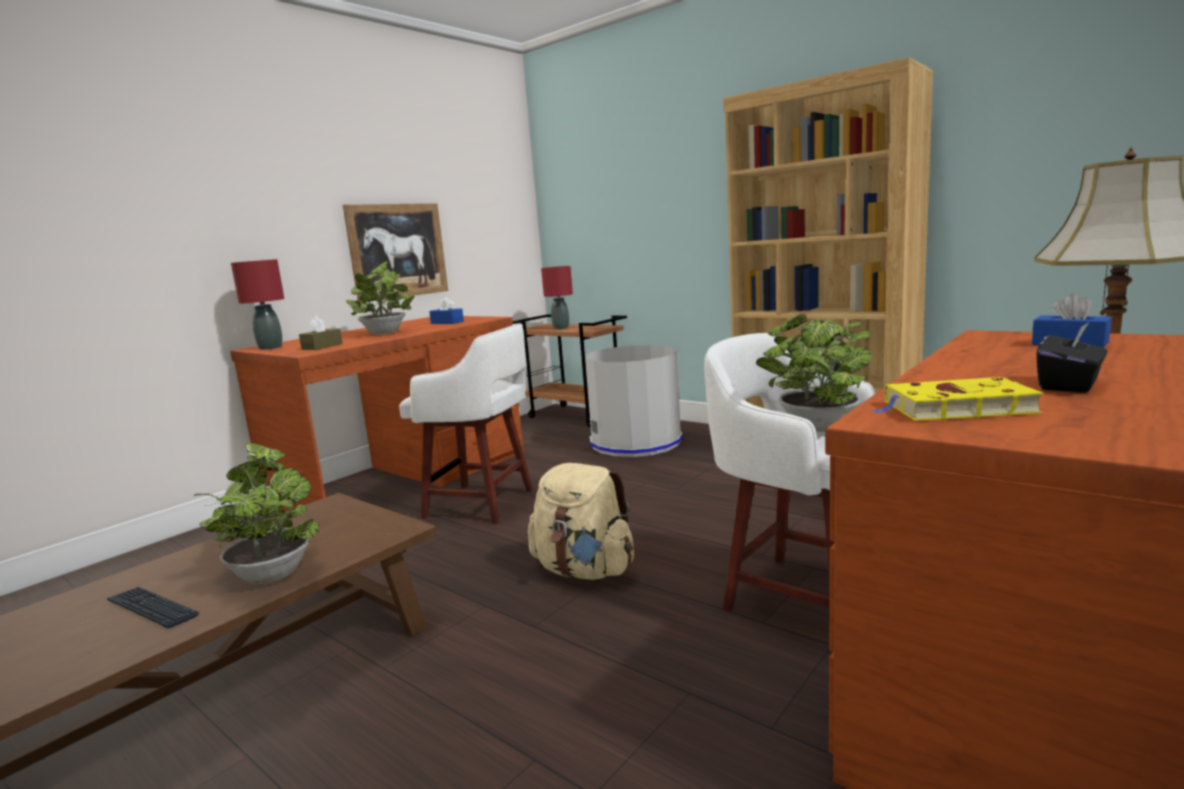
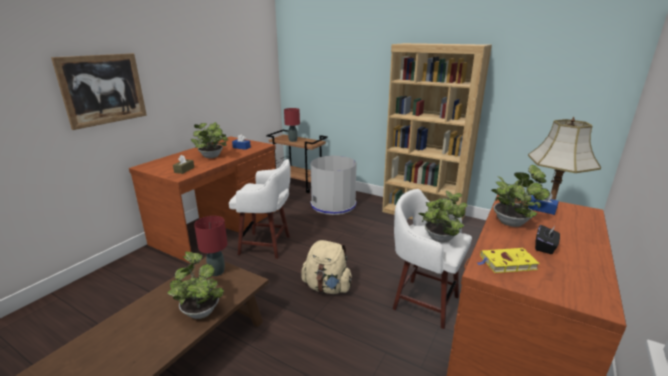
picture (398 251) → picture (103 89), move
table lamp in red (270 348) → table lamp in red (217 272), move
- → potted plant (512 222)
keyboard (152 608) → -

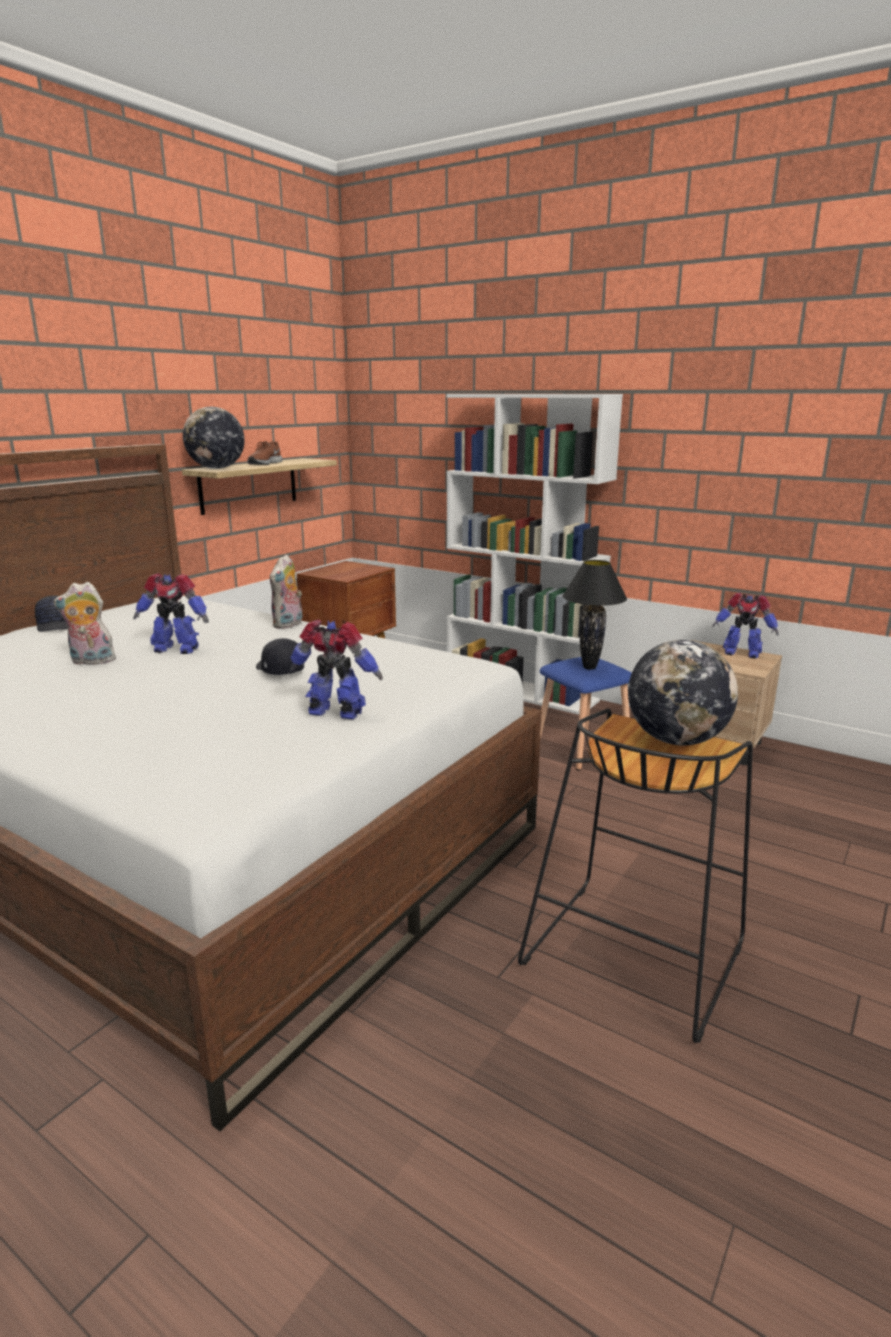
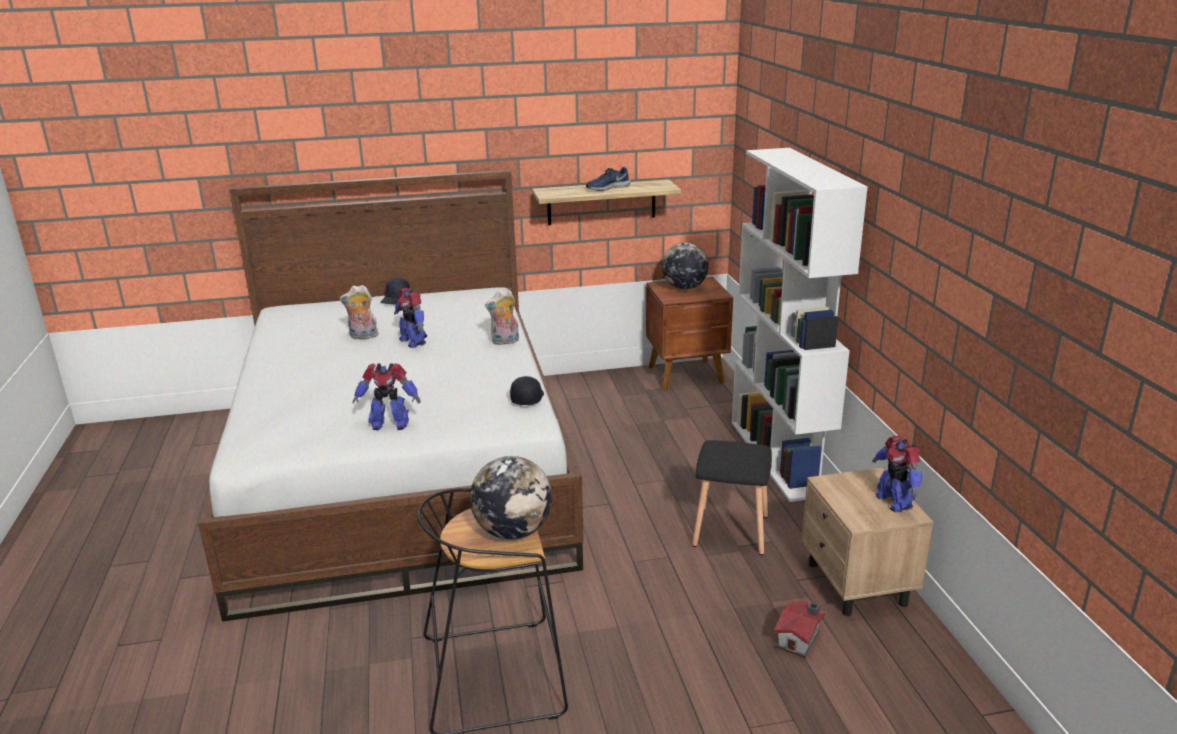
plush toy (91 662) → plush toy (363 336), 45 degrees counterclockwise
toy robot (336 713) → toy robot (389 424), 120 degrees clockwise
cap in black (279 669) → cap in black (527 398), move
shoe in brown (264 463) → shoe in blue (607 188)
globe (216 468) → globe (684 288), move
stool in blue (581 749) → stool in black (729 531)
- → toy house (800 639)
table lamp in black (589 667) → -

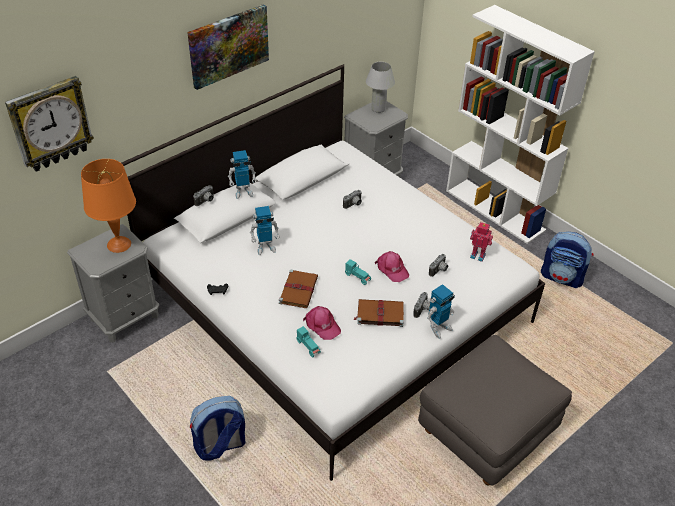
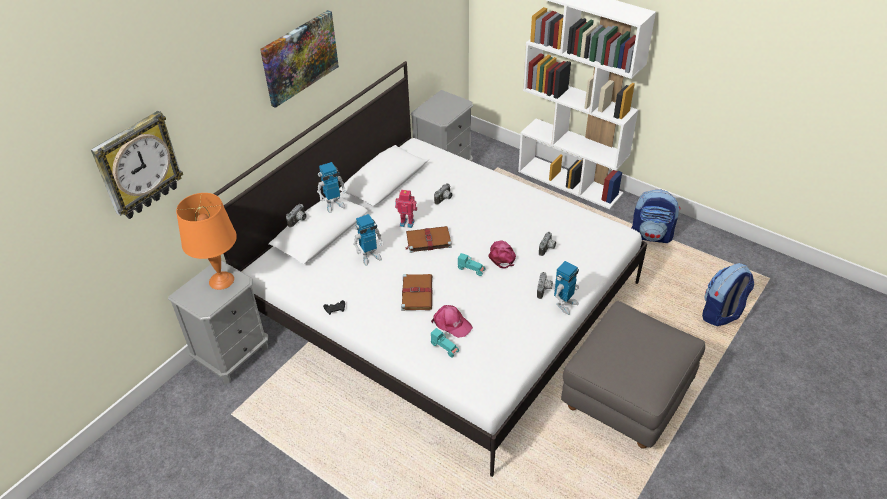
toy robot (478 255) → toy robot (407 222), move
book in brown (379 314) → book in brown (427 240), move
cap in pink (392 269) → cap in pink (502 256), 135 degrees counterclockwise
backpack (220 446) → backpack (721 314), move
table lamp in white (378 109) → -

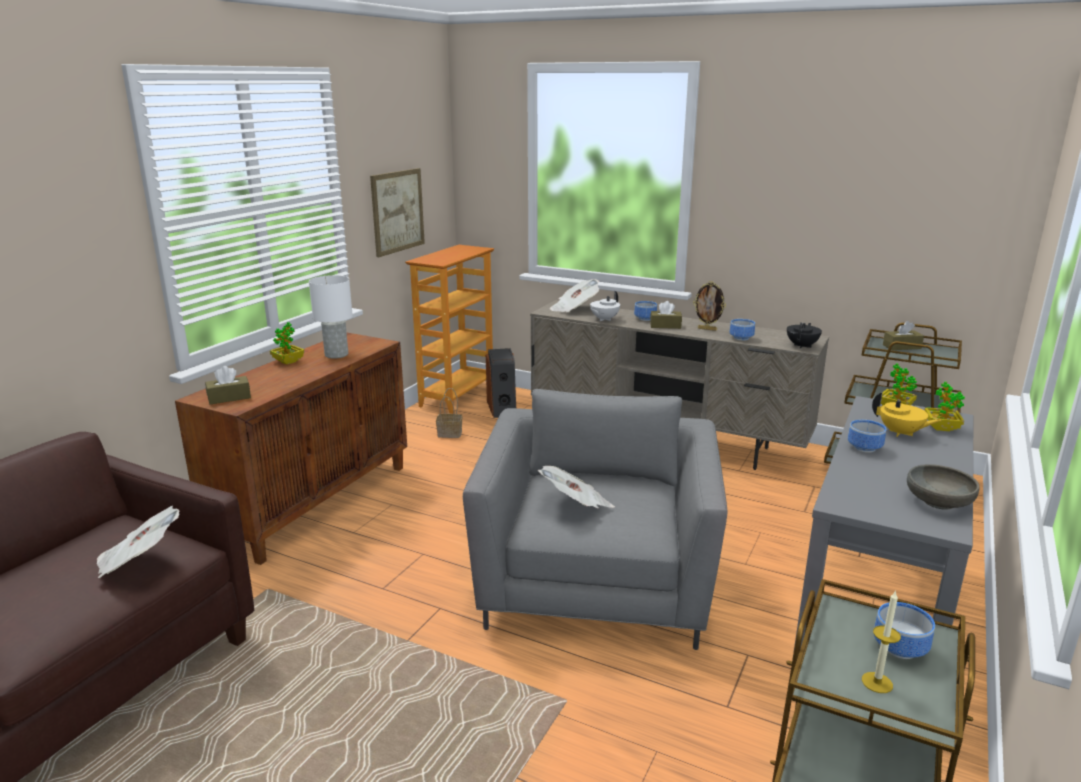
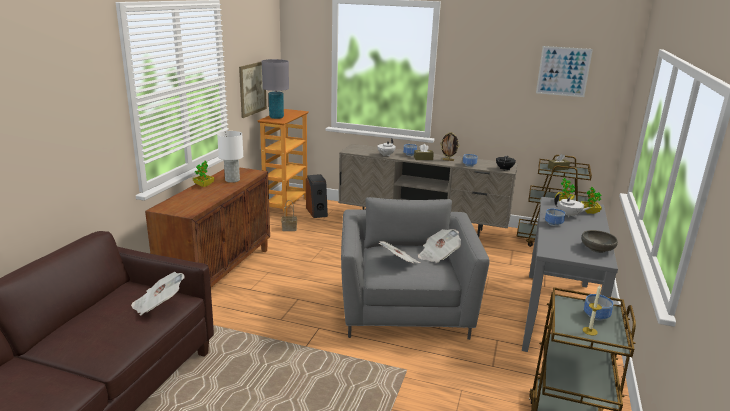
- → table lamp in grey (276 117)
newspaper (574 309) → newspaper (438 255), move
- → picture (563 71)
teapot in yellow (900 433) → teapot in white (570 215)
tissue box in brown (229 398) → -

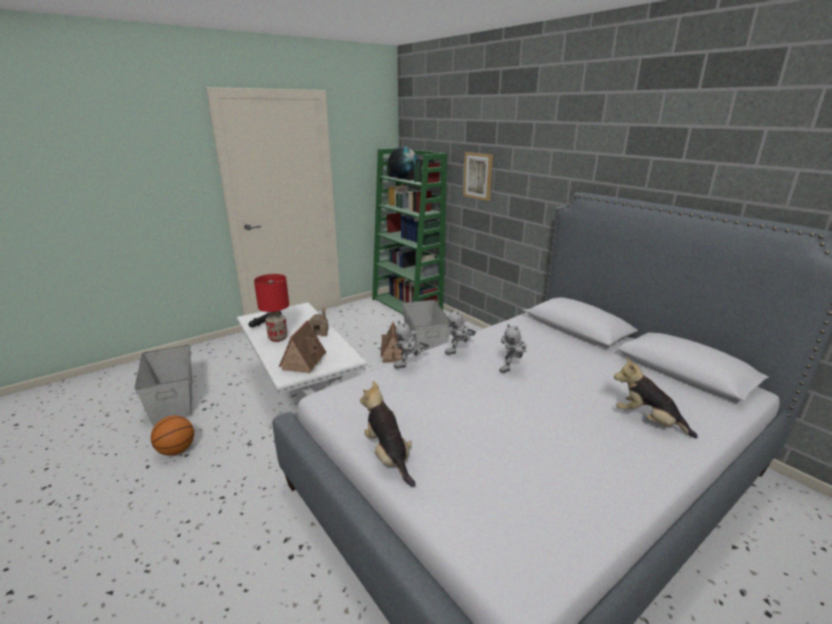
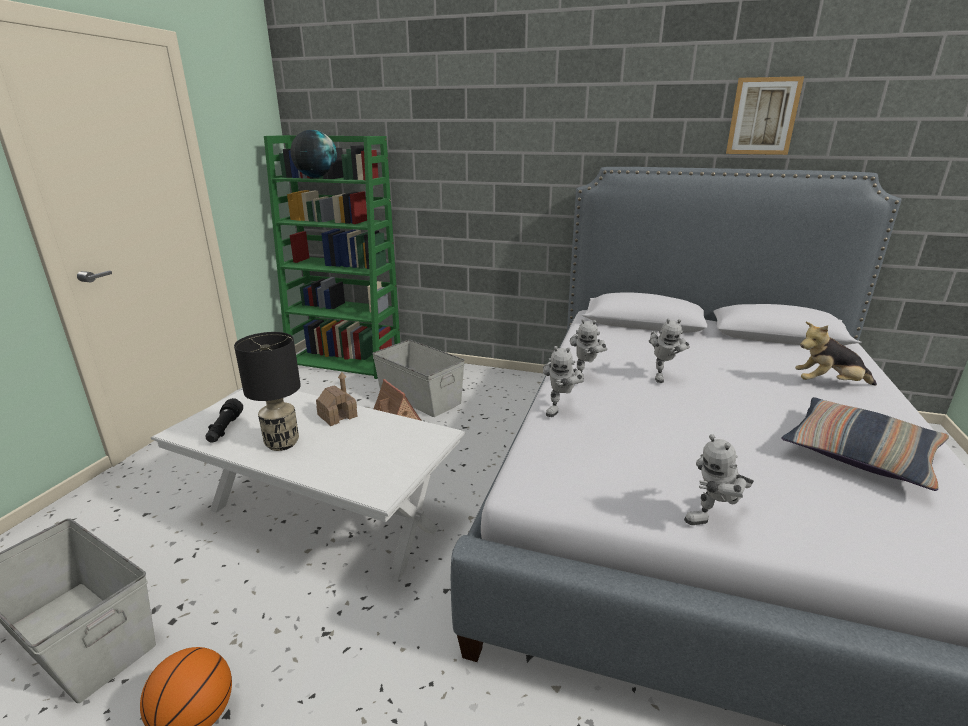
table lamp in red (277 338) → table lamp in black (281 443)
plush toy (388 456) → toy robot (715 520)
picture (478 176) → picture (762 116), move
- → pillow (860 453)
toy house (304 361) → -

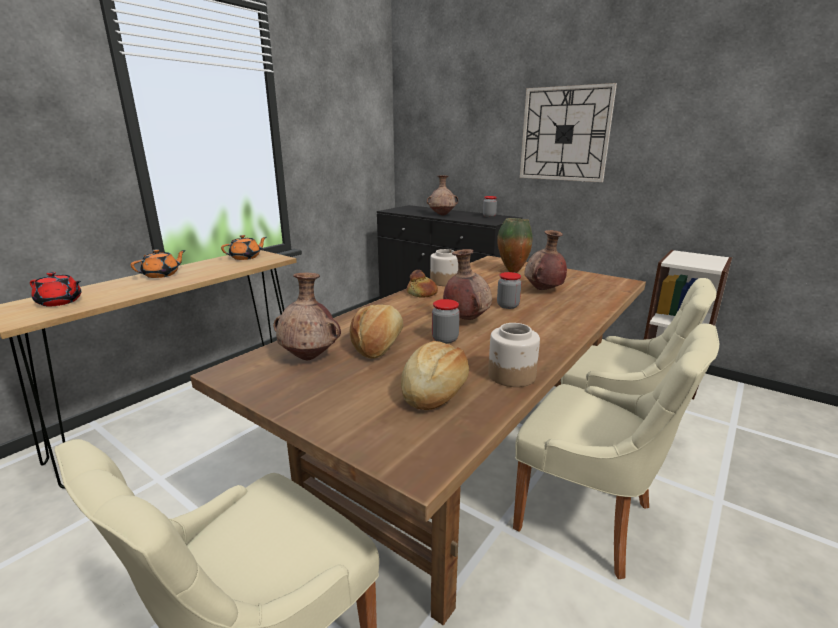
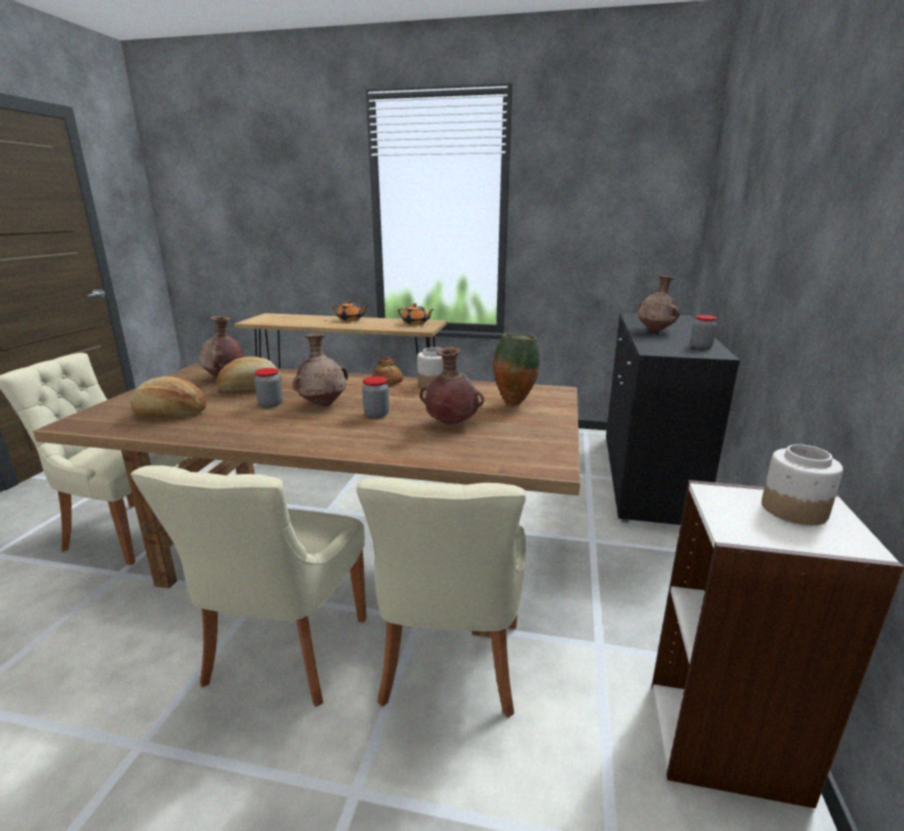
jar (511 376) → jar (793 510), move
teapot in red (60 302) → -
wall clock (564 134) → -

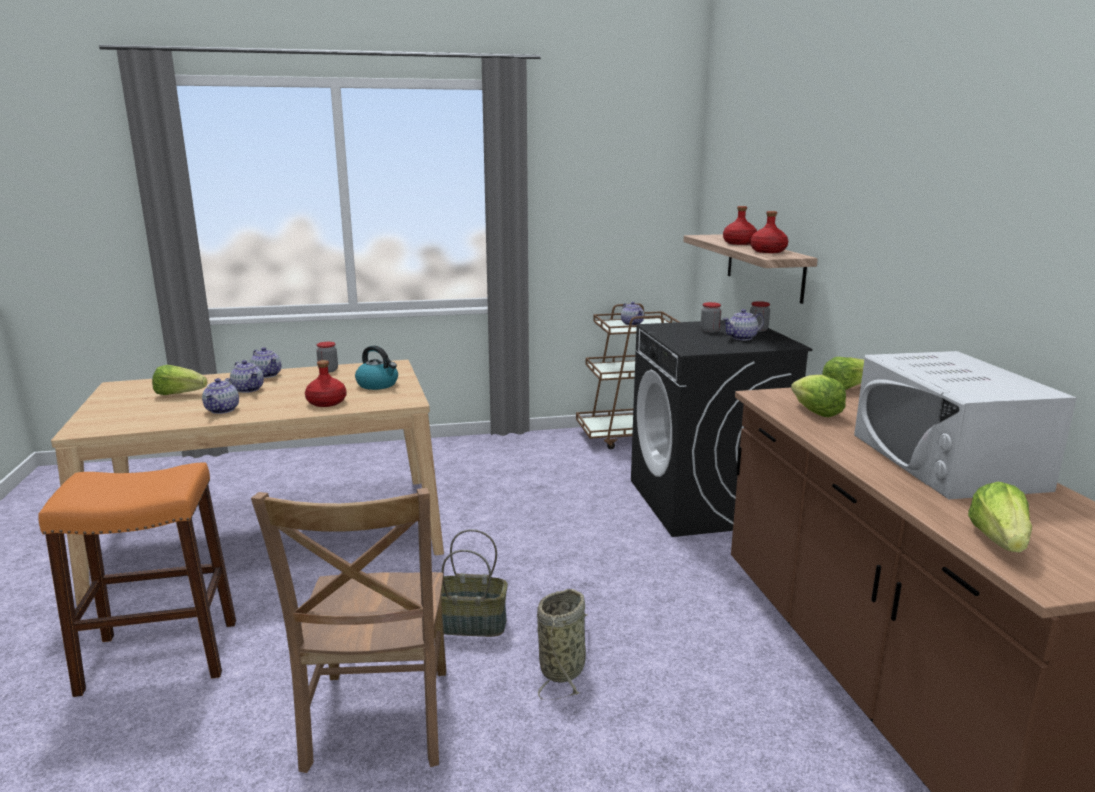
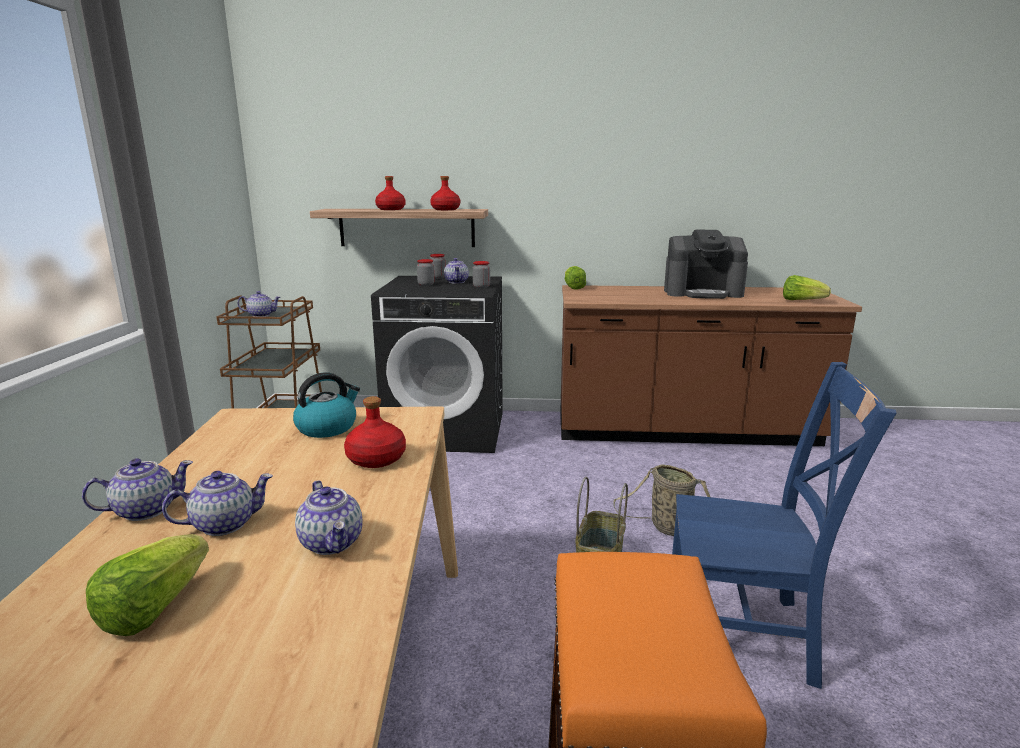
teapot (222 410) → teapot (332 543), 45 degrees clockwise
jar (328 370) → jar (481 287), move
microwave in white (945 461) → coffee machine (703 292)
chair in brown (377 722) → chair in blue (745 633)
lettuce (815 412) → -

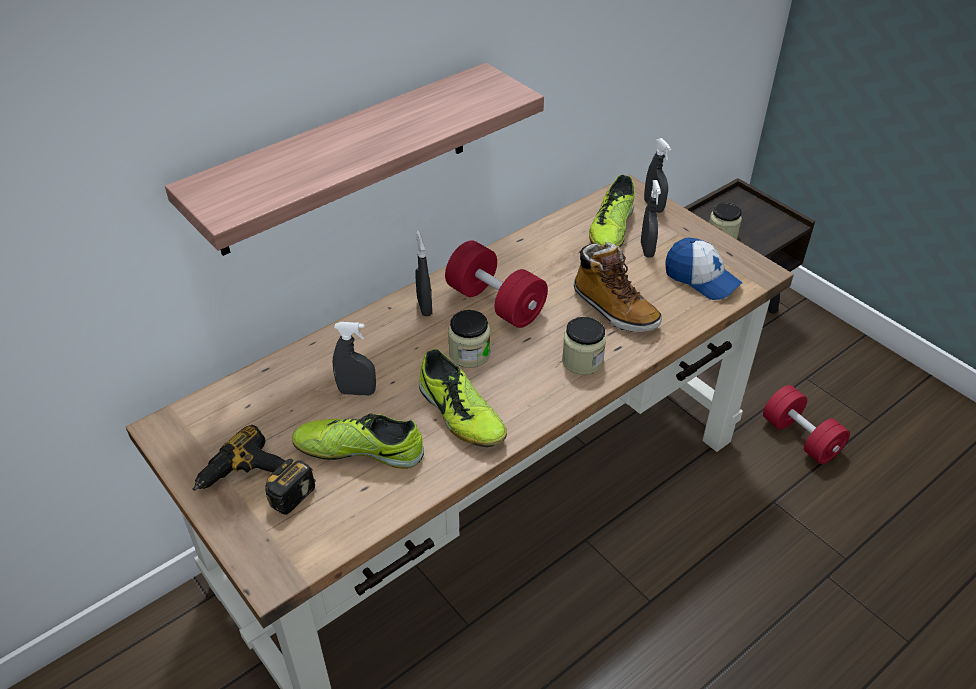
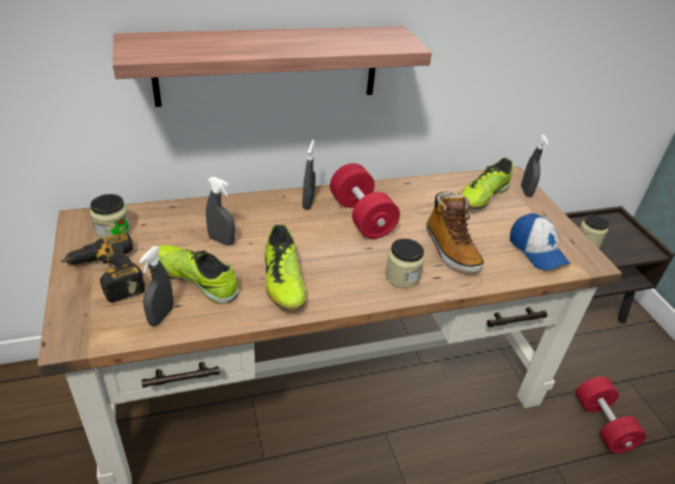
jar (469 354) → jar (113 231), move
spray bottle in grey (647 250) → spray bottle in grey (161 316), move

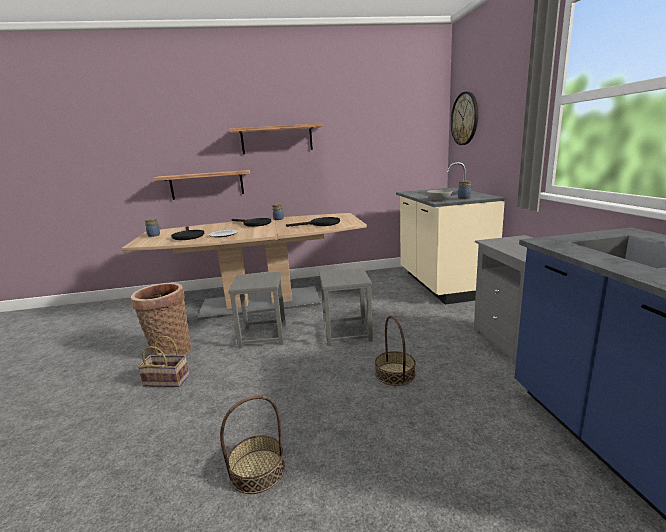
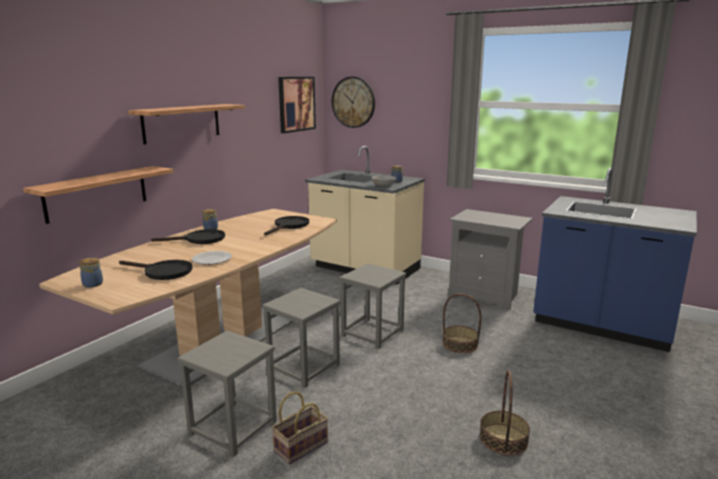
basket (170 351) → stool in grey (233 428)
- → picture (296 104)

